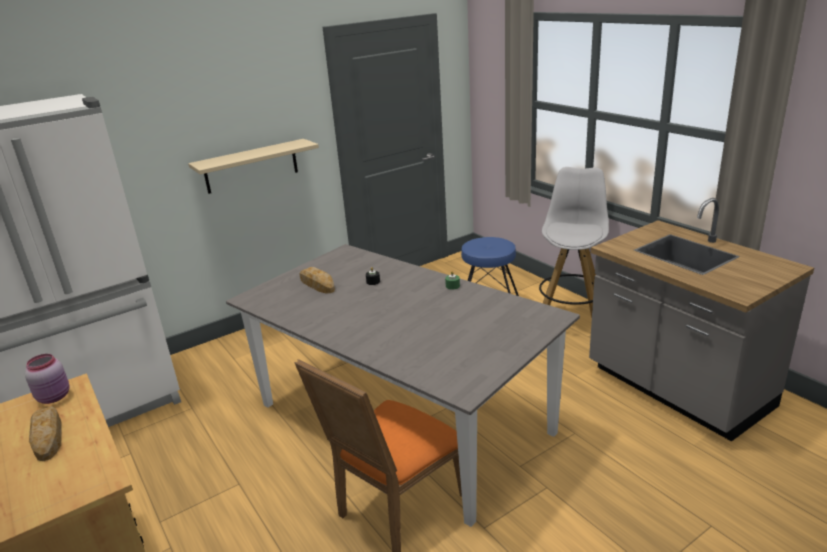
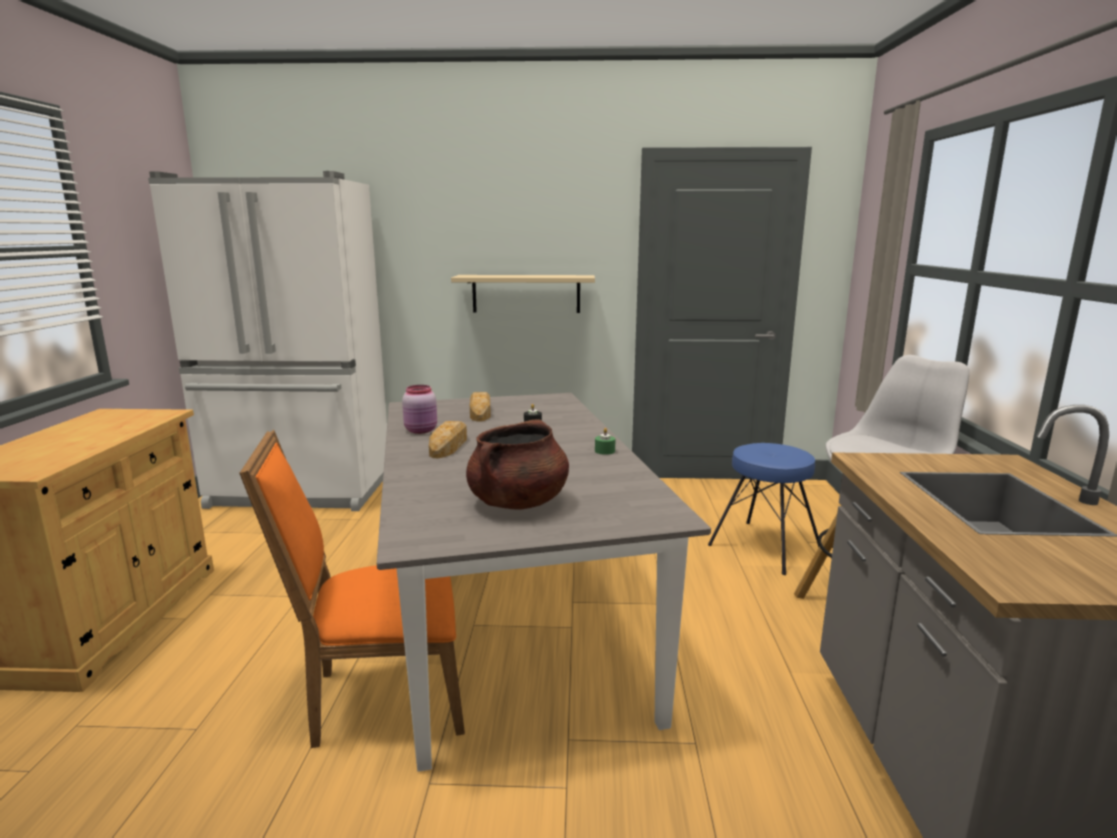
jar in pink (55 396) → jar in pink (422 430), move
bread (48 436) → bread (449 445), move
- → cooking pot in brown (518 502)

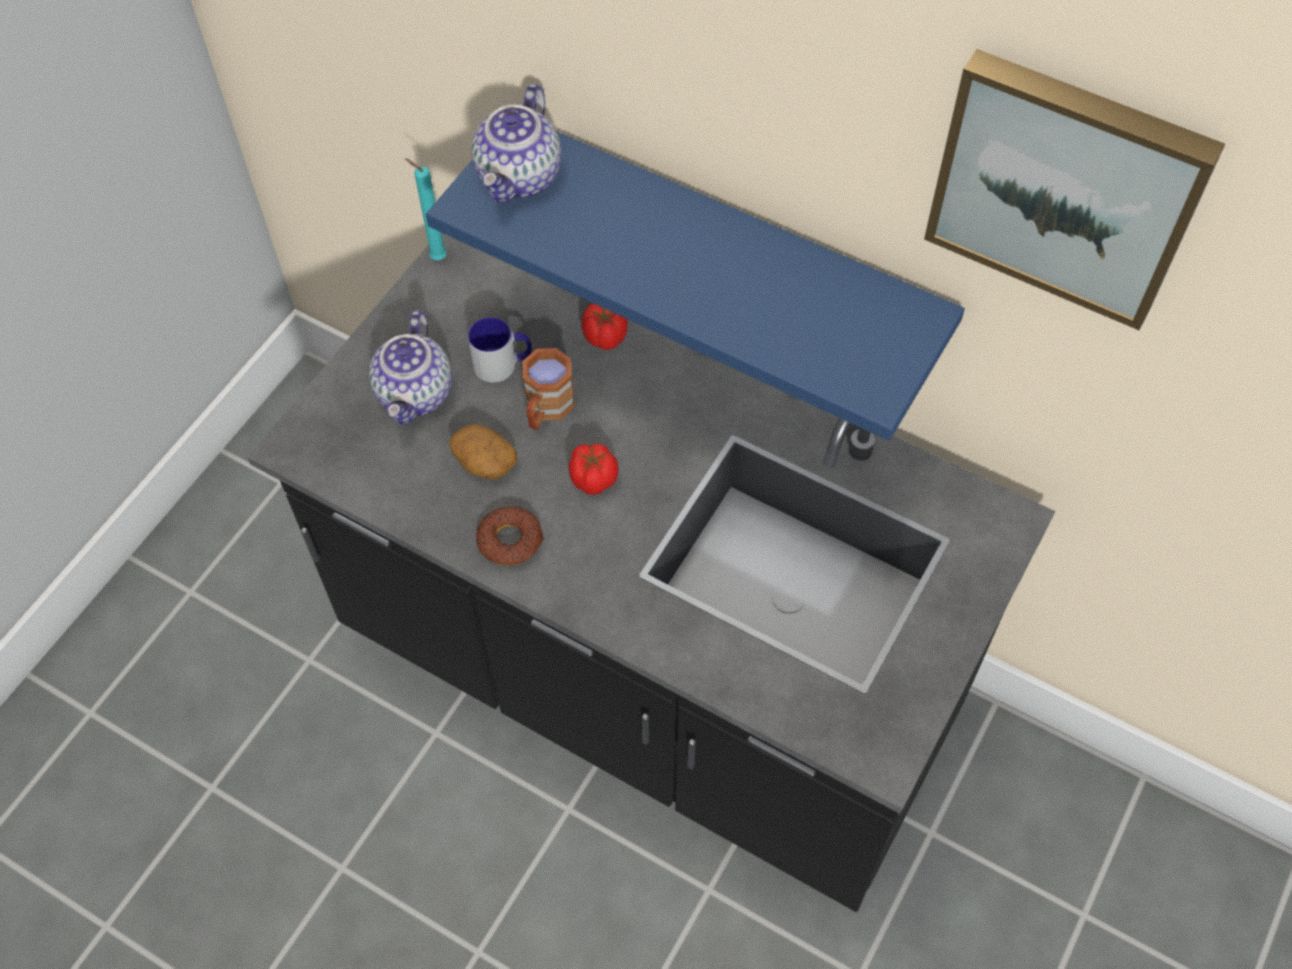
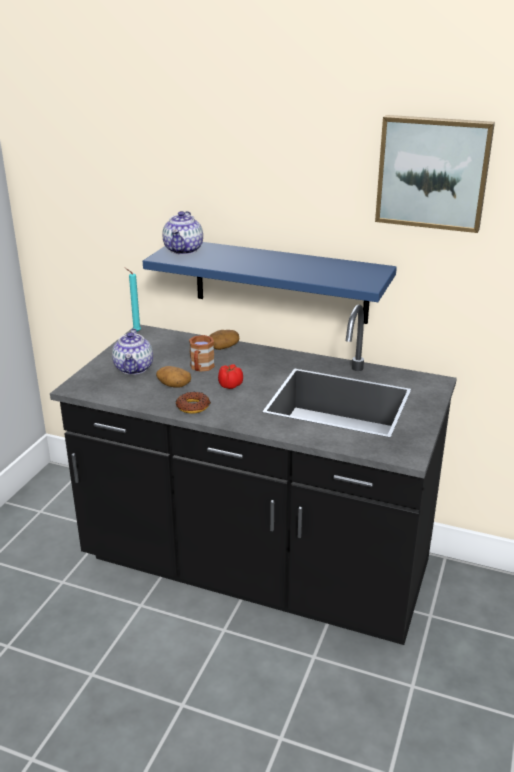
tomato (605 337) → potato (224 347)
mug (503 364) → -

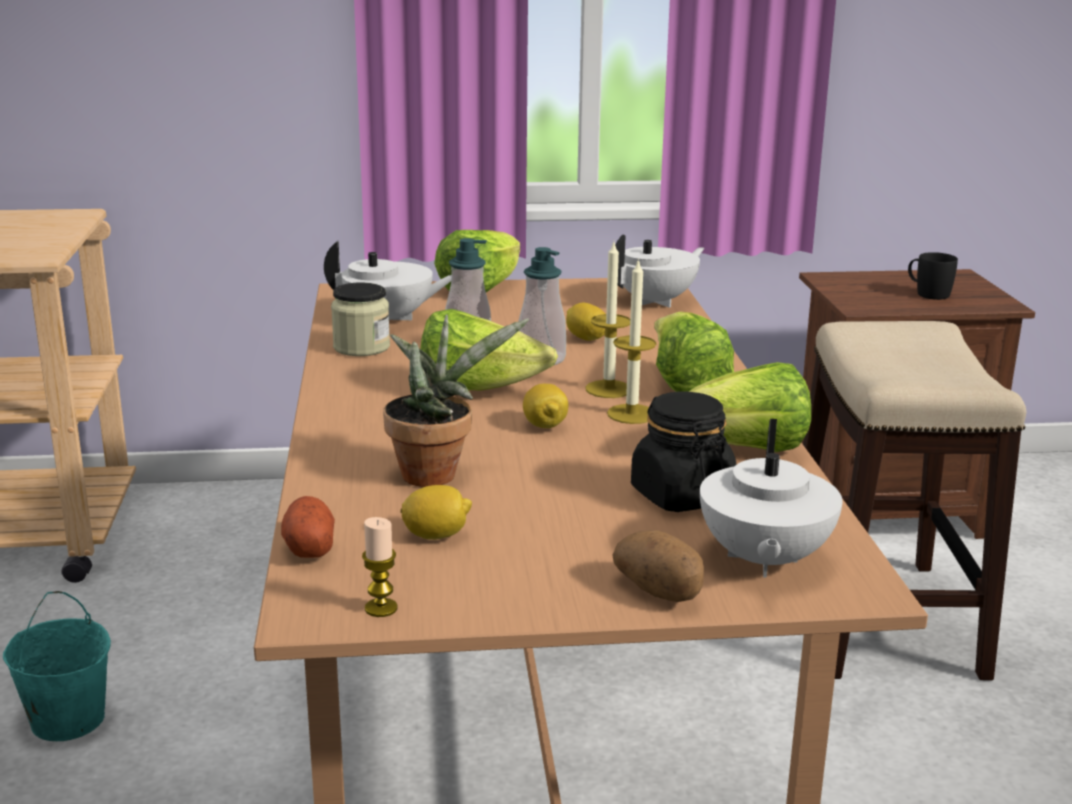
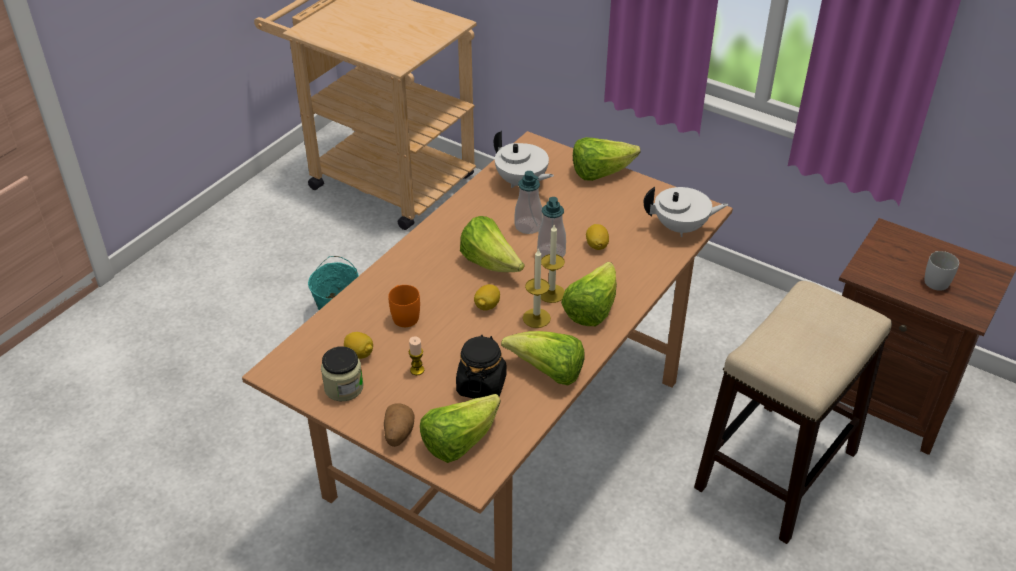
jar (361 347) → jar (344 387), move
potted plant (436 473) → mug in orange (404 315)
candle (381 608) → candle (417 370), move
teapot in white (763 560) → lettuce (459 442)
mug in black (927 293) → mug in white (935 279)
potato (309 547) → -

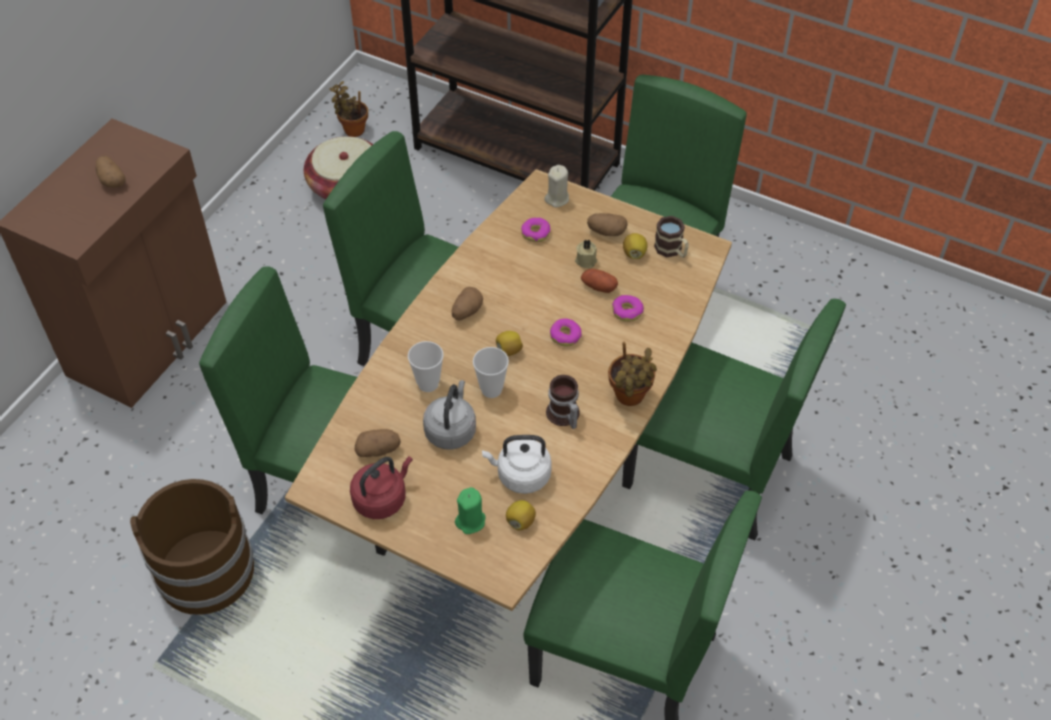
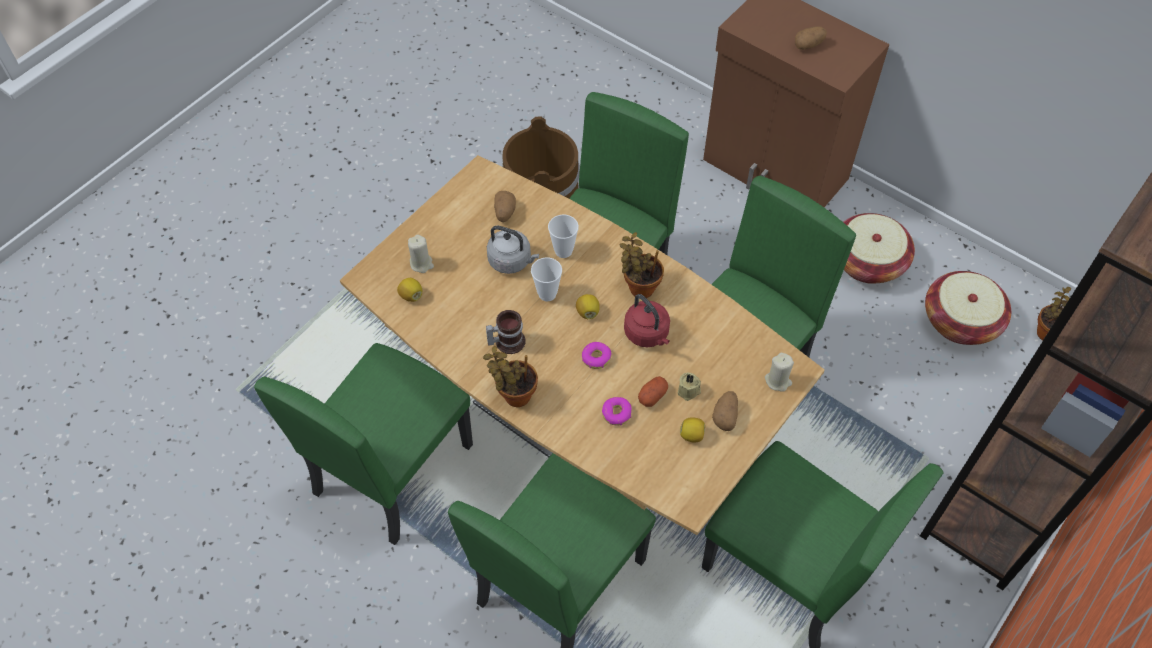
candle in green (470 521) → candle in beige (421 263)
potato (466 311) → potted plant (639 287)
kettle in red (382 498) → kettle in red (648 334), move
- → basket (868 262)
kettle in white (520 476) → -
donut (535 233) → -
mug (672 251) → -

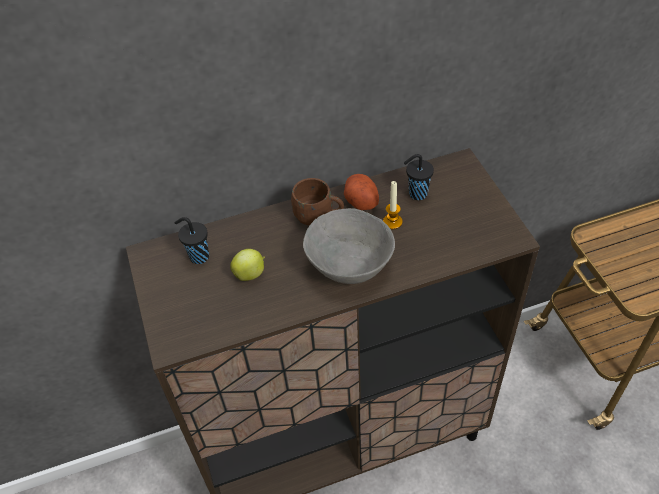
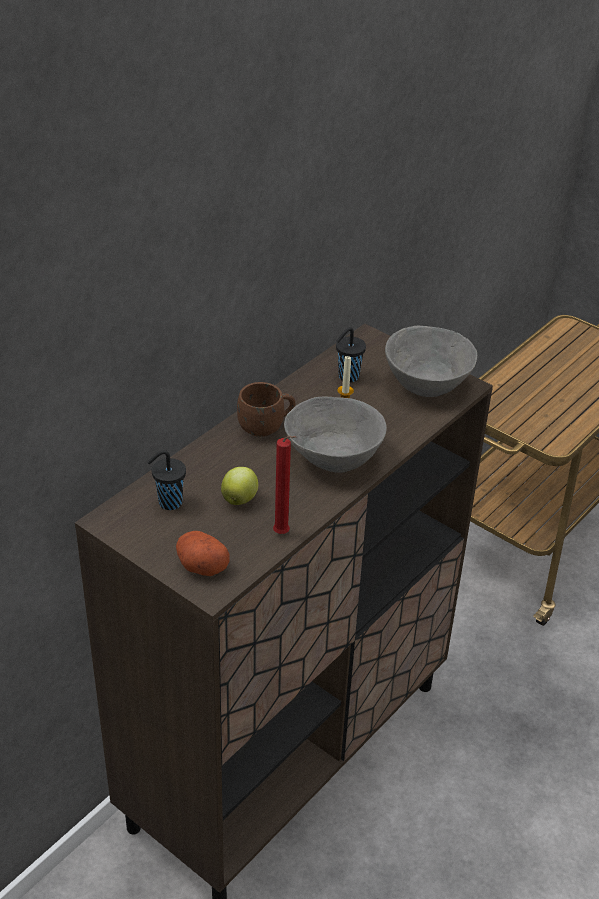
potato (360 200) → potato (201 565), move
- → candle in red (283 534)
- → bowl in grey (427 384)

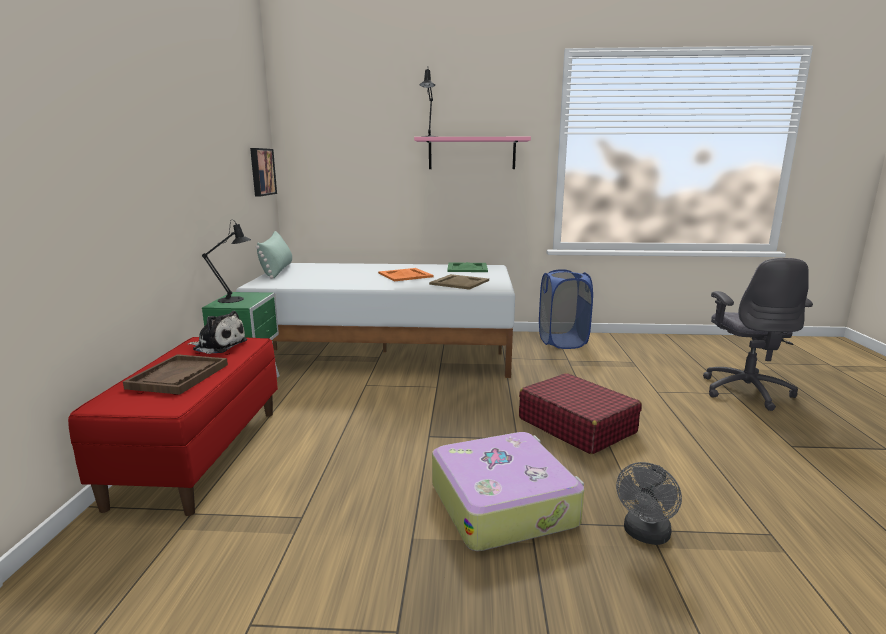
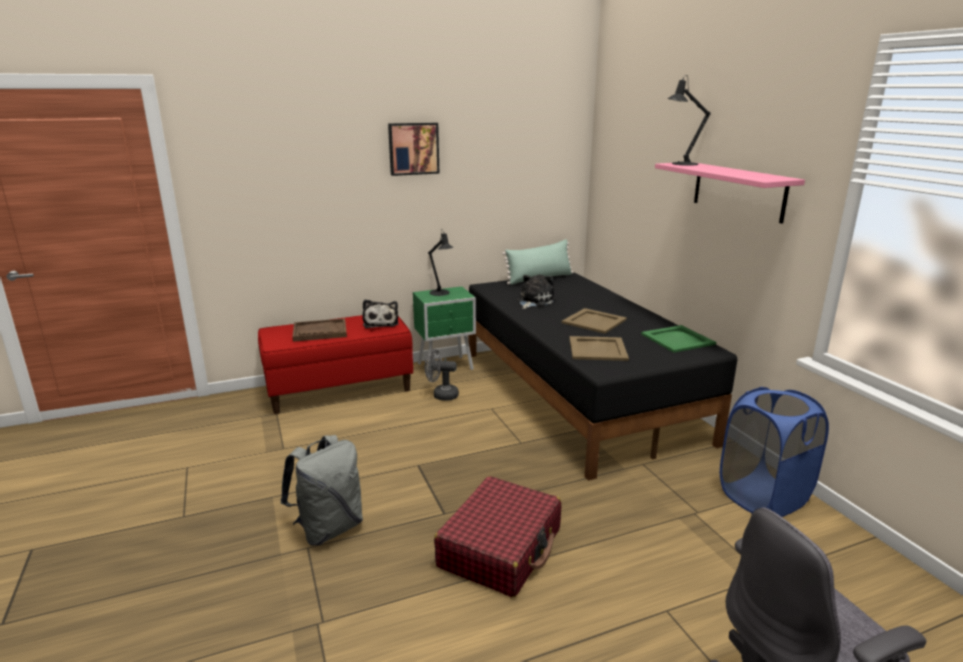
suitcase (503 503) → backpack in grey (329 528)
picture (261 172) → picture (413 148), move
fan in grey (645 535) → fan in grey (441 395), move
bed in white (385 351) → bed in black (578 393)
- → plush toy (534 301)
tray in orange (405 275) → tray in beige (594 321)

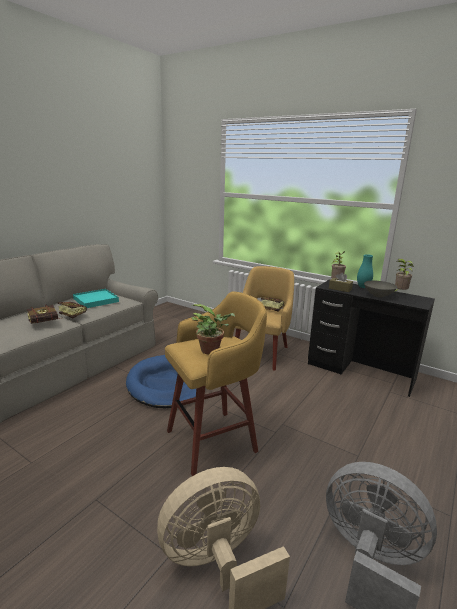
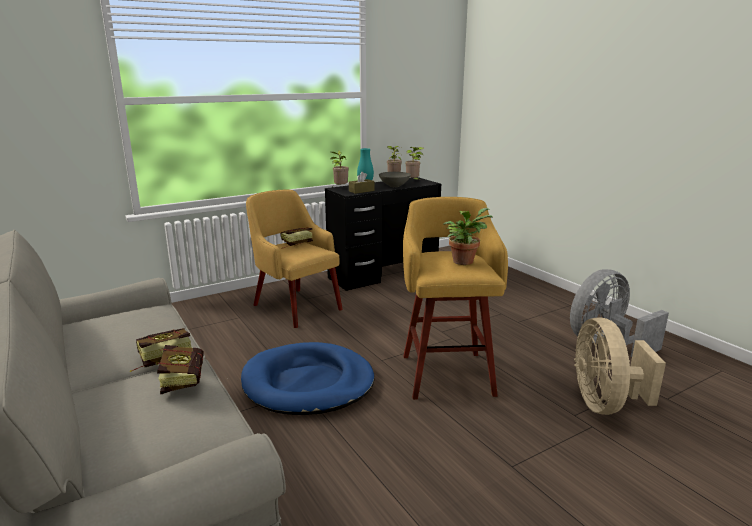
- → potted plant (413 181)
tray in turquoise (95 300) → -

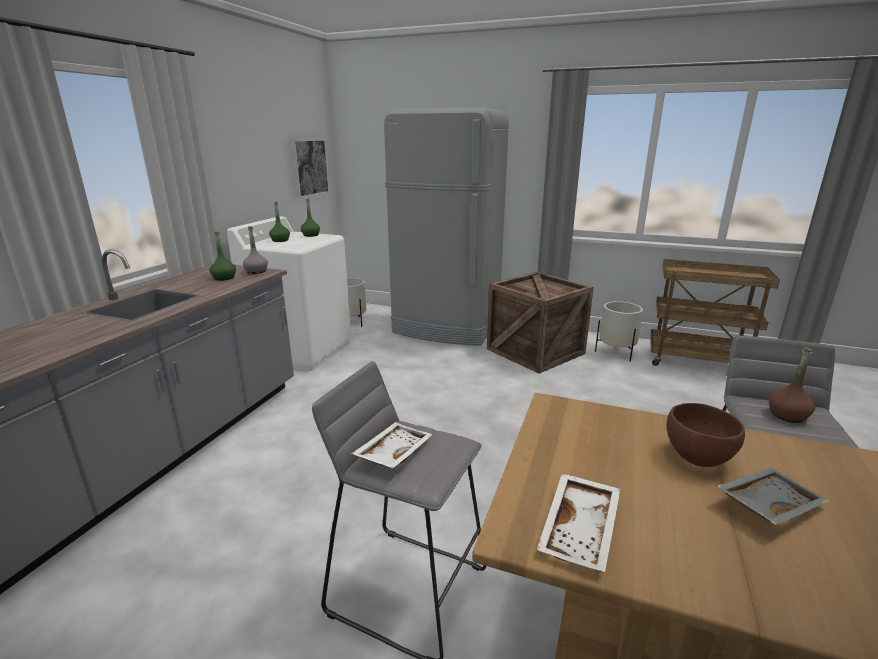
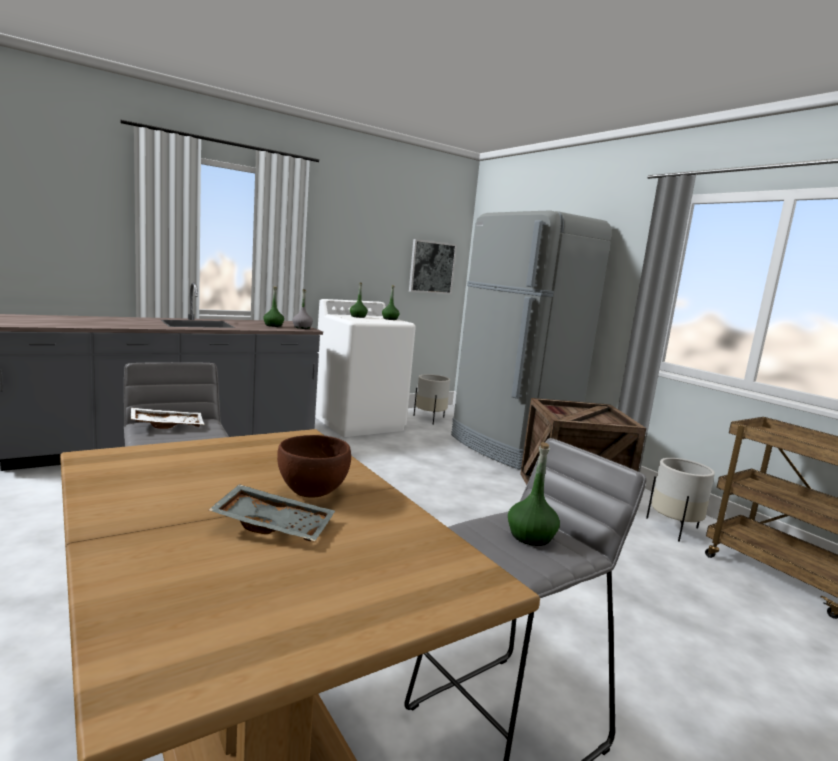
bottle in brown (787 415) → bottle in green (531 536)
tray in white (581 531) → -

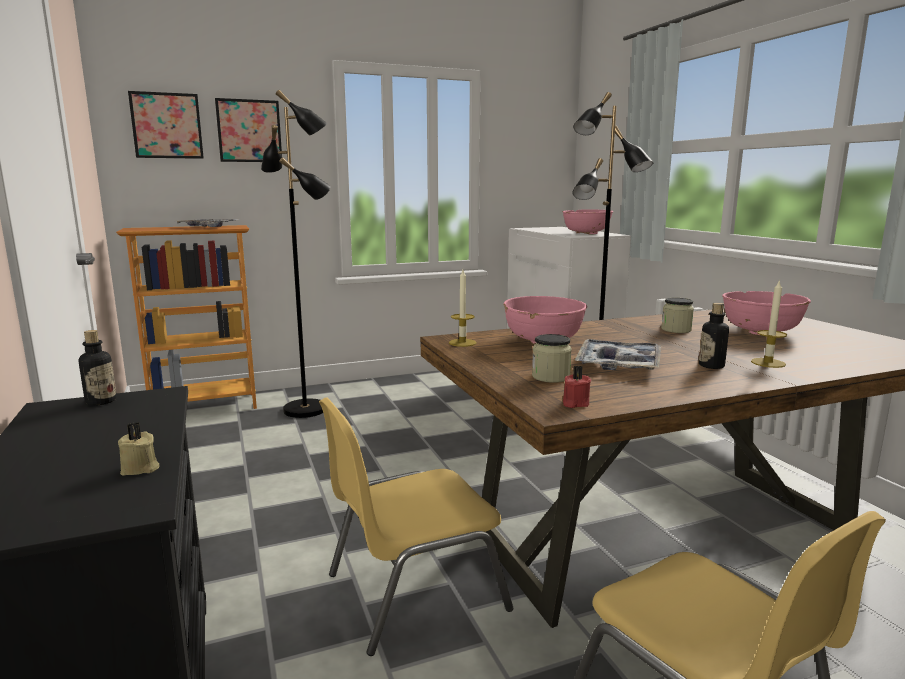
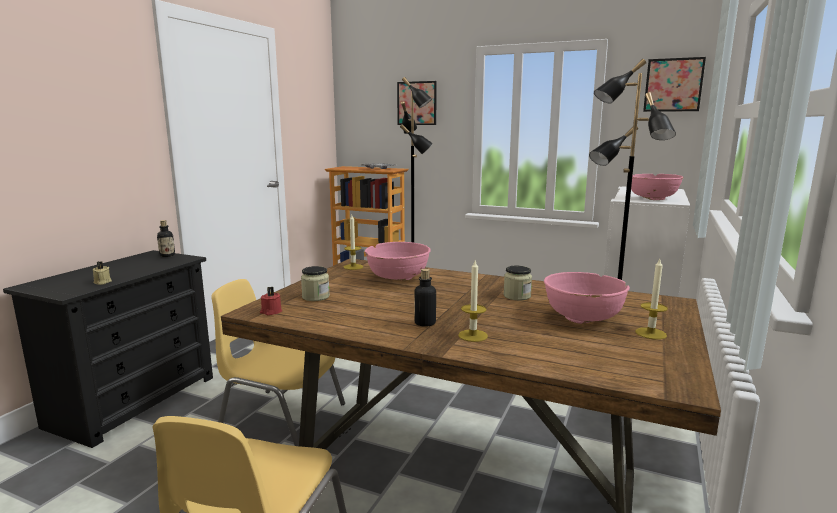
- → candle (650 333)
picture (167 125) → picture (673 85), move
tray (618 364) → -

